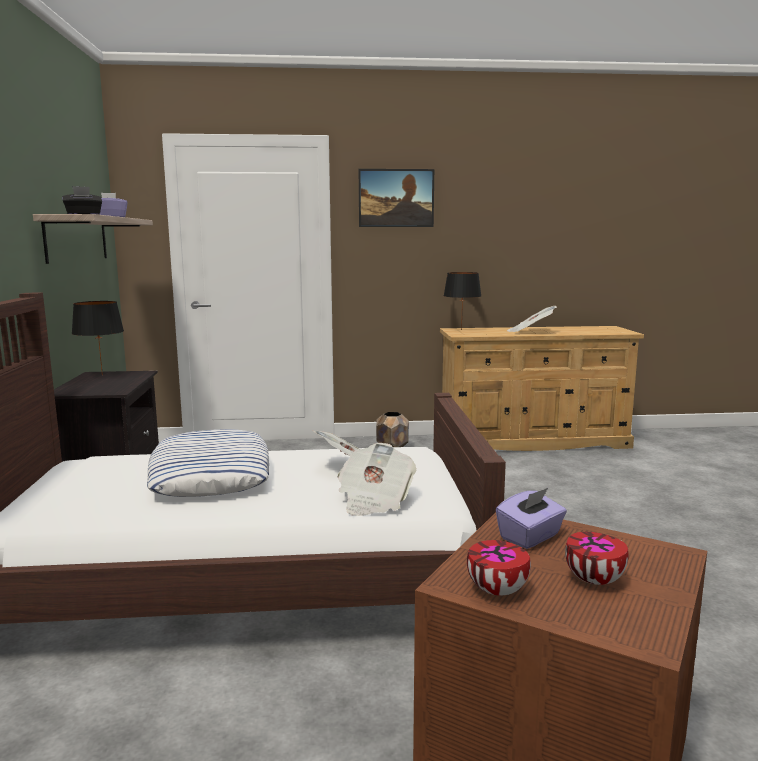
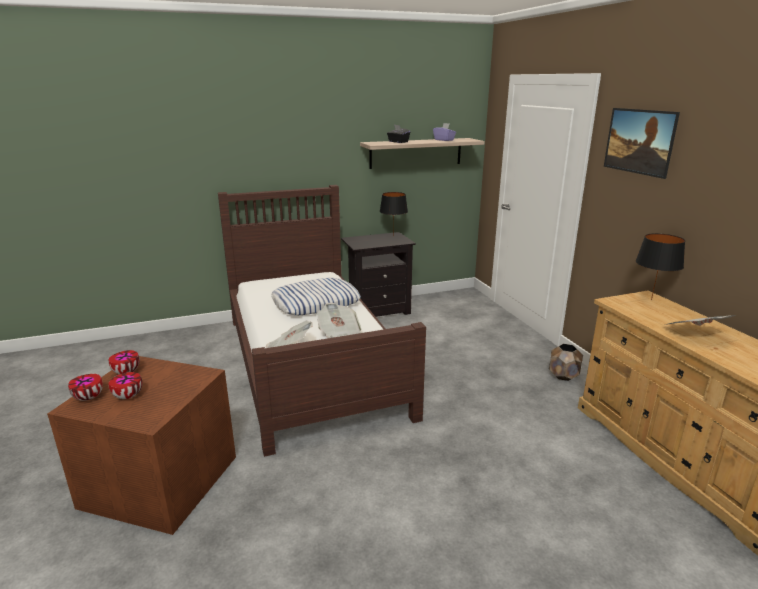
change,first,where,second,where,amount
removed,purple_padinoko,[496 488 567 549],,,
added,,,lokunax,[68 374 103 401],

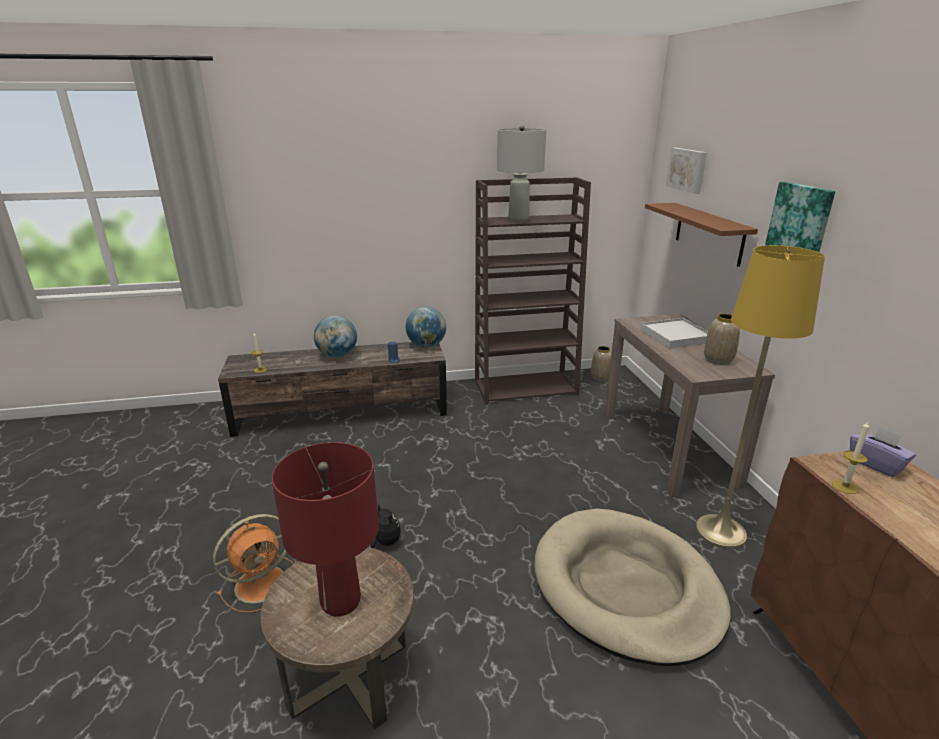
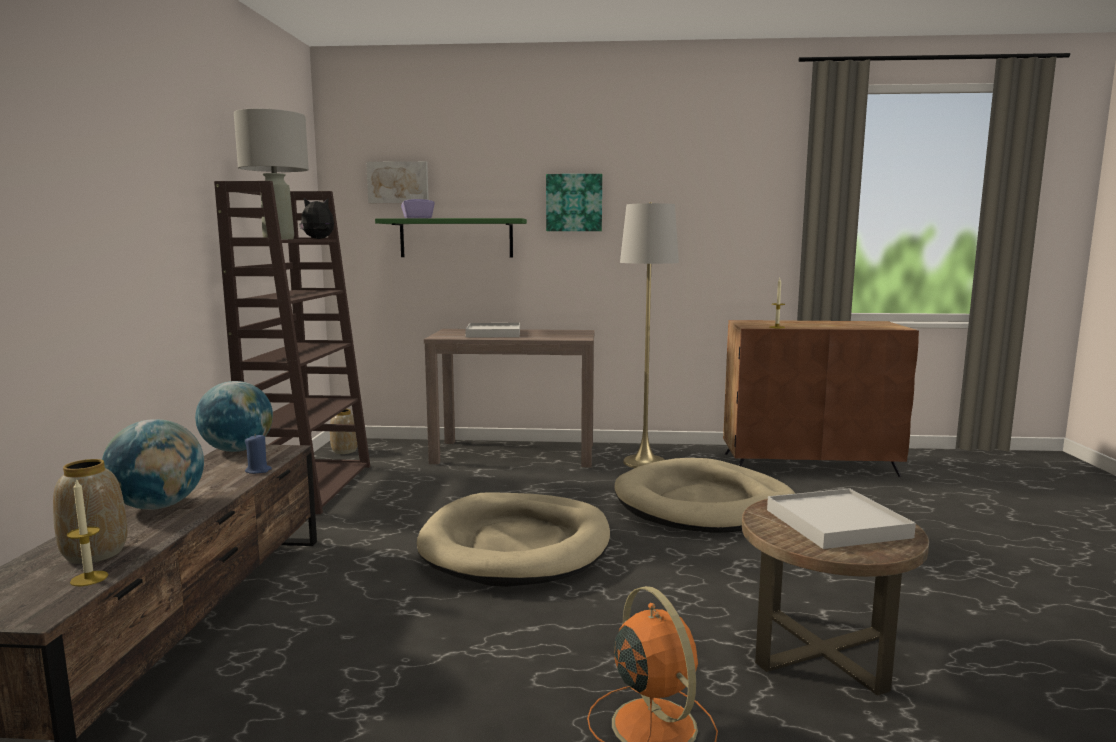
change,first,where,second,where,amount
replaced,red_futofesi,[272 442 379 617],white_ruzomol,[767 488 916 549],
moved,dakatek,[371 504 401 548],,[299 198 334 239],
recoloured,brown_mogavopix,[645 203 758 267],green_mogavopix,[375 218 527 257],
recoloured,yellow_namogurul,[695 245 825 549],grey_namogurul,[620 202 679 468],
moved,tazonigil,[704 313 740 365],,[53 459 127 564],
moved,purple_padinoko,[850 426 916 477],,[401 194 435 218],
added,,,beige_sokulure,[417 493 610 587],

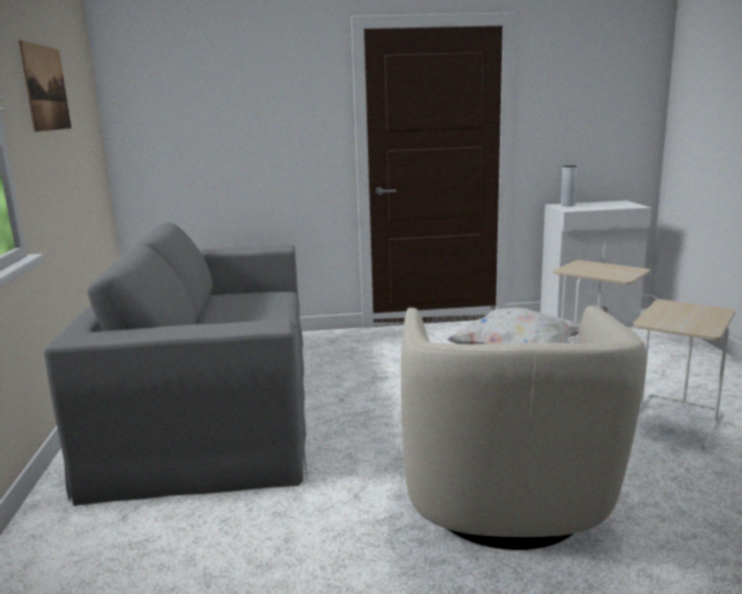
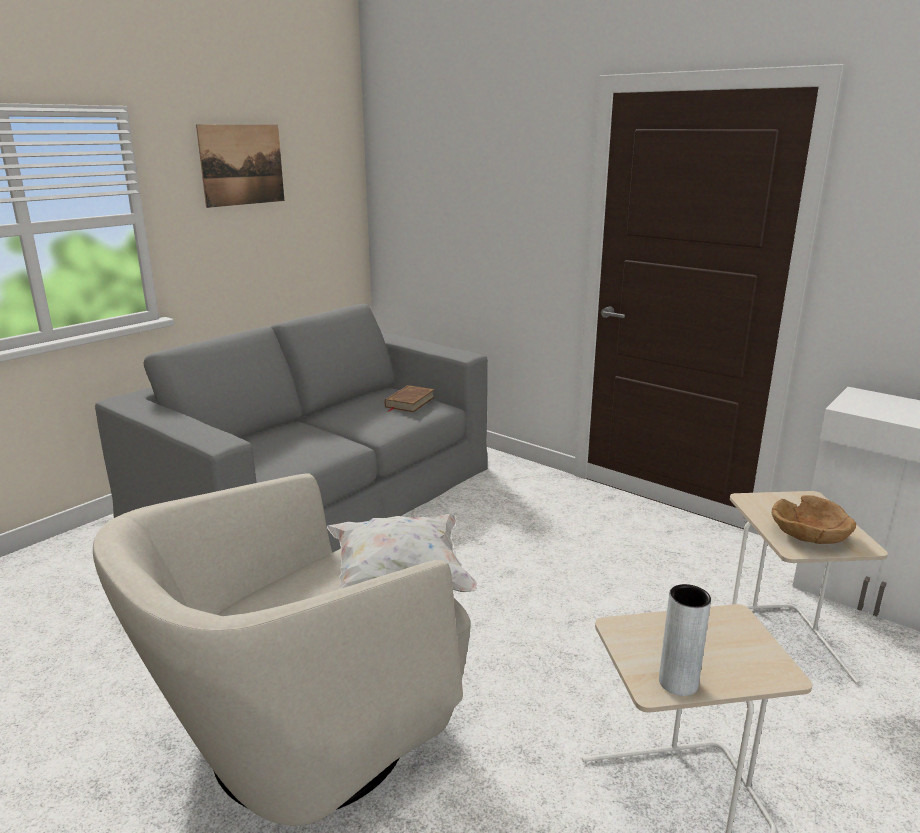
change,first,where,second,where,amount
moved,grey_tazonigil,[561 166 577 206],,[659 584 711 696],
added,,,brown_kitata,[385 385 435 412],
added,,,brown_lokunax,[771 495 856 544],

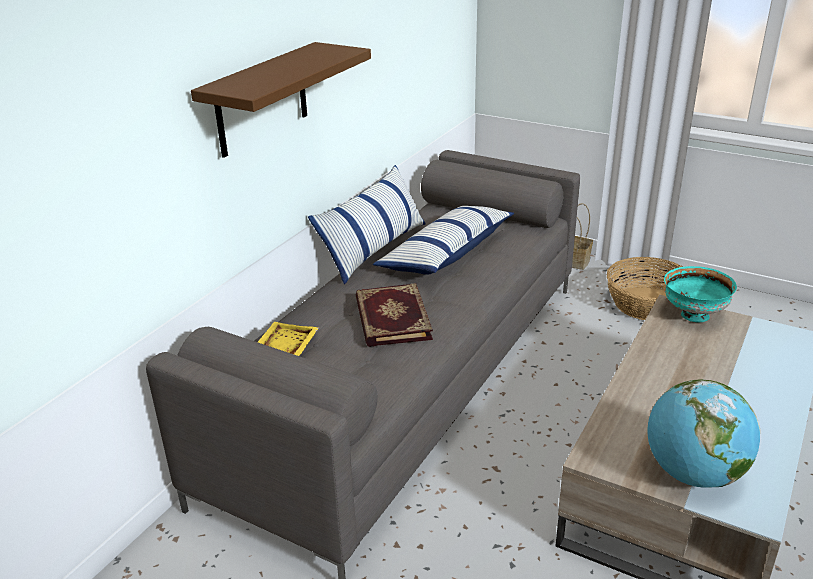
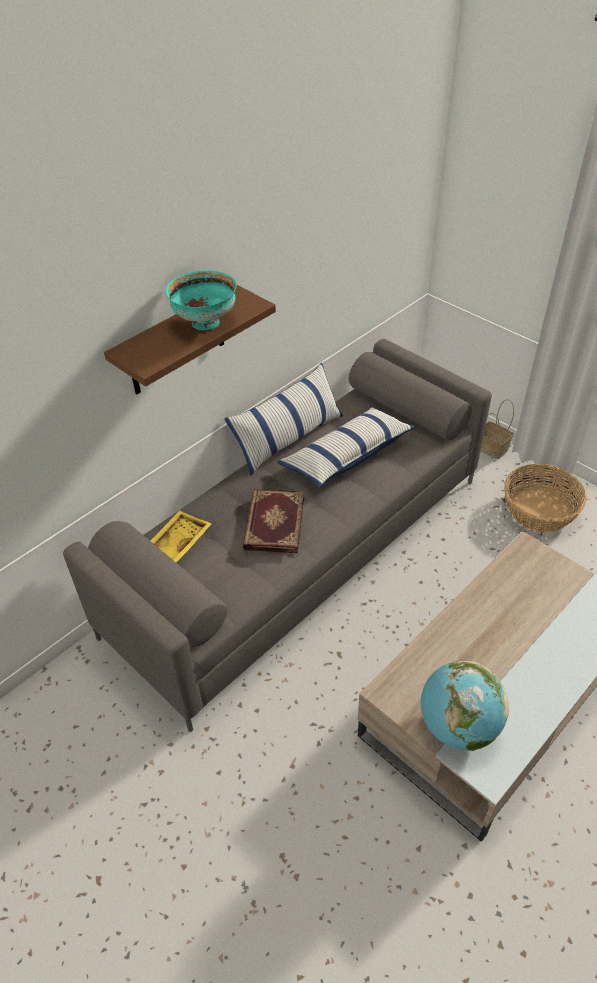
change,first,where,second,where,amount
moved,turquoise_lokunax,[664 266 737 322],,[166 270 237 330],

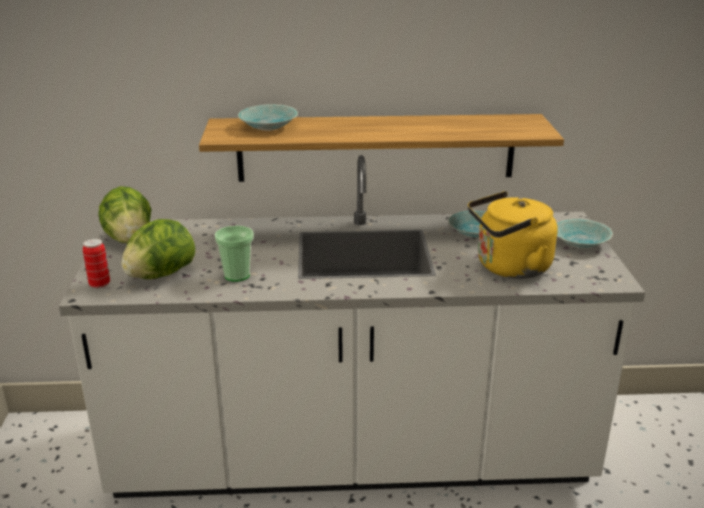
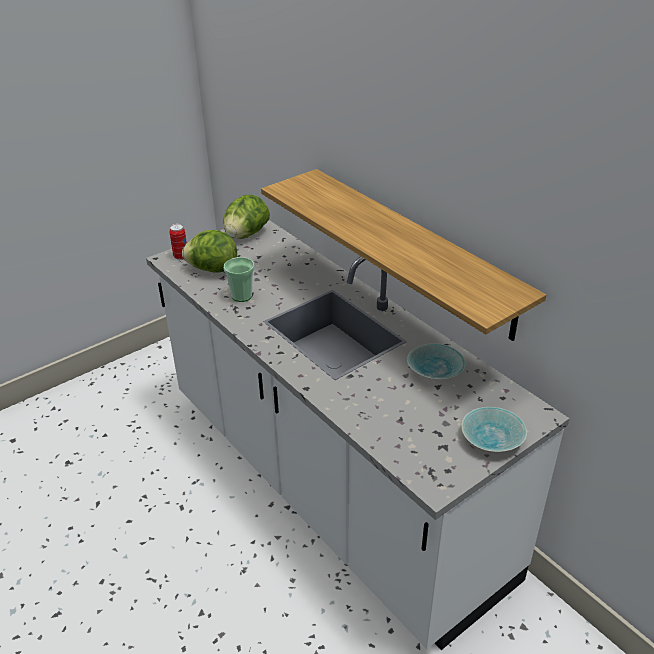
change,first,where,second,where,amount
removed,turquoise_lokunax,[238 104 298 131],,,
removed,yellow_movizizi,[468 191 558 279],,,

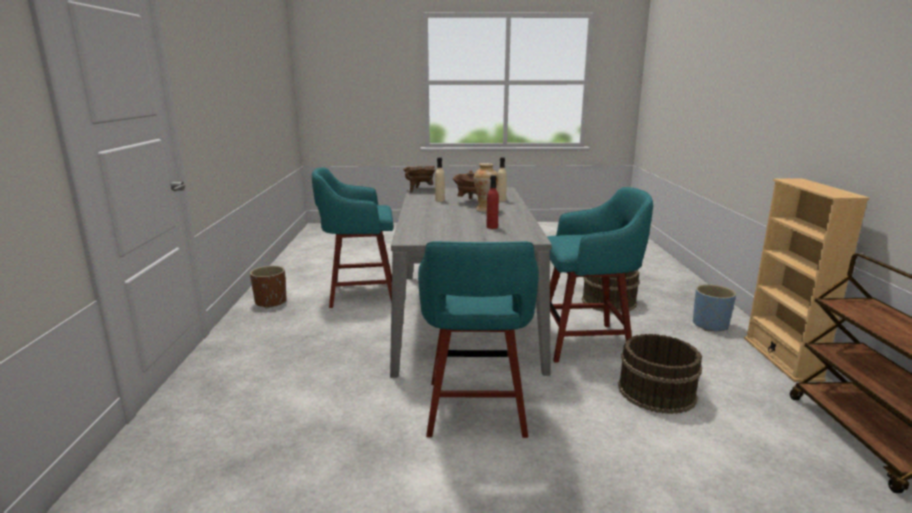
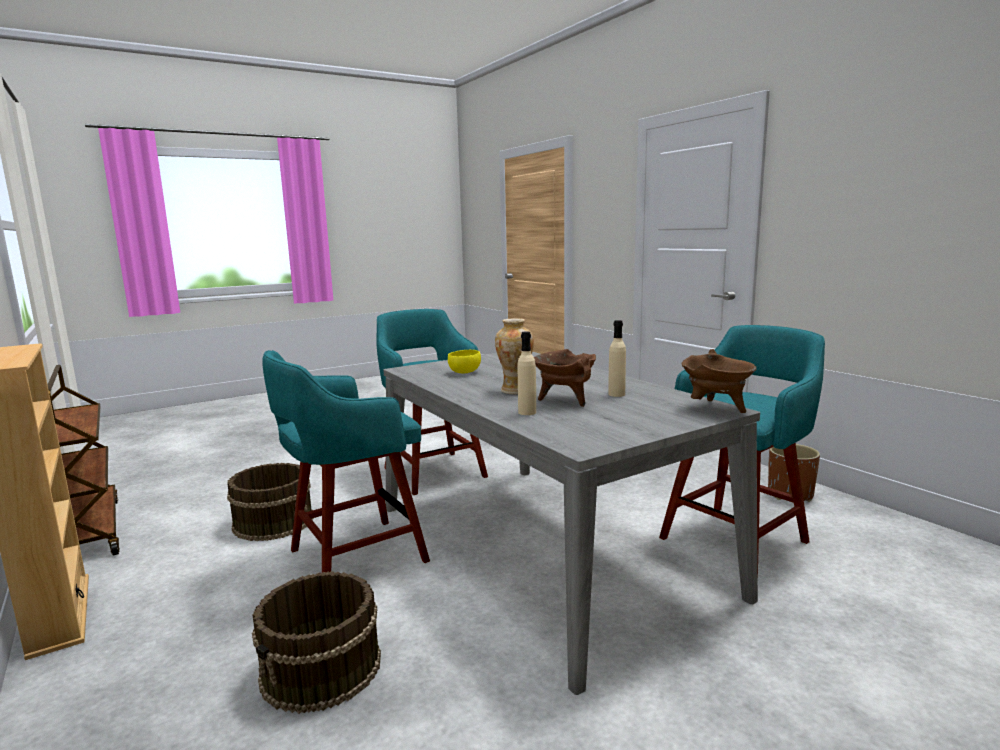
change,first,where,second,where,amount
replaced,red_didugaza,[487 175 499 229],yellow_lokunax,[448 350 481 373],
removed,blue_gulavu,[693 284 736 331],,,

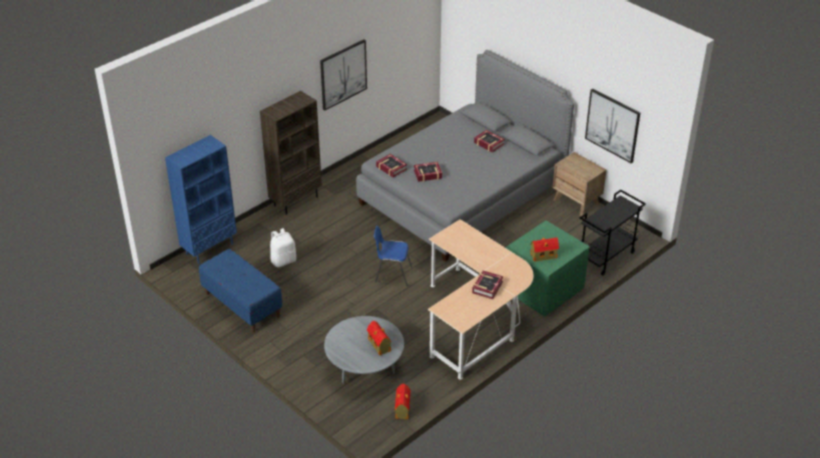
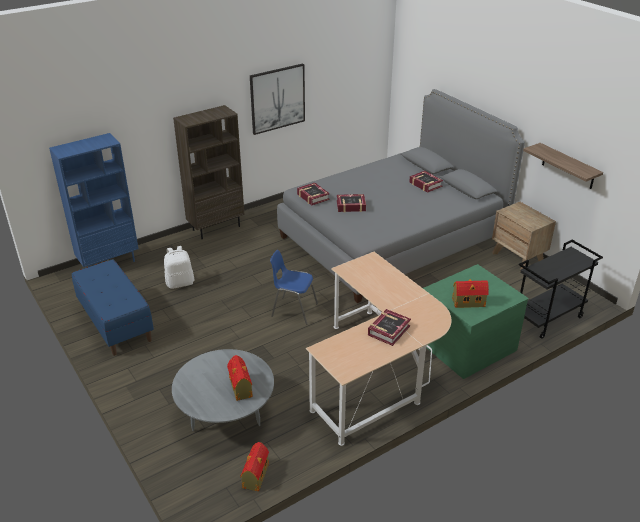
change,first,where,second,where,amount
replaced,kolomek,[585 88 640 163],mogavopix,[523 143 603 189],

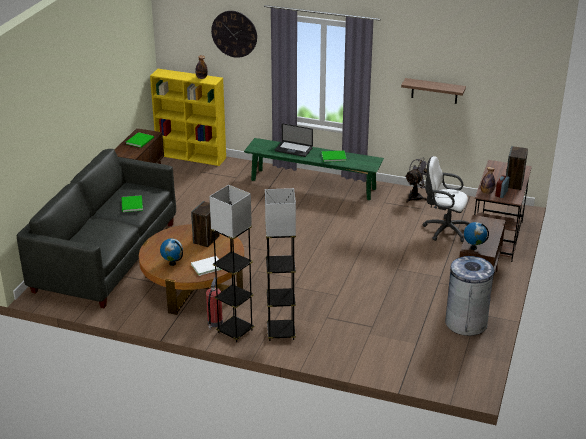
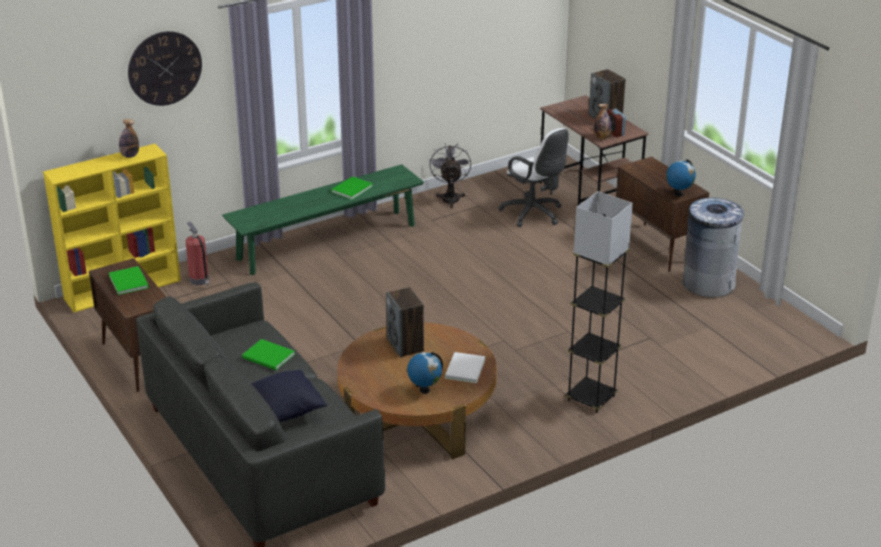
change,first,where,second,where,amount
moved,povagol,[206 277 223 330],,[186 222 209 286],
removed,grey_namogurul,[209 185 254 342],,,
removed,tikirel,[275 123 313 157],,,
removed,mogavopix,[401 78 466 104],,,
turned,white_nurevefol,[423 156 470 242],,[498 128 569 227],105 degrees counterclockwise
added,,,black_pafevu,[251 369 327 422],

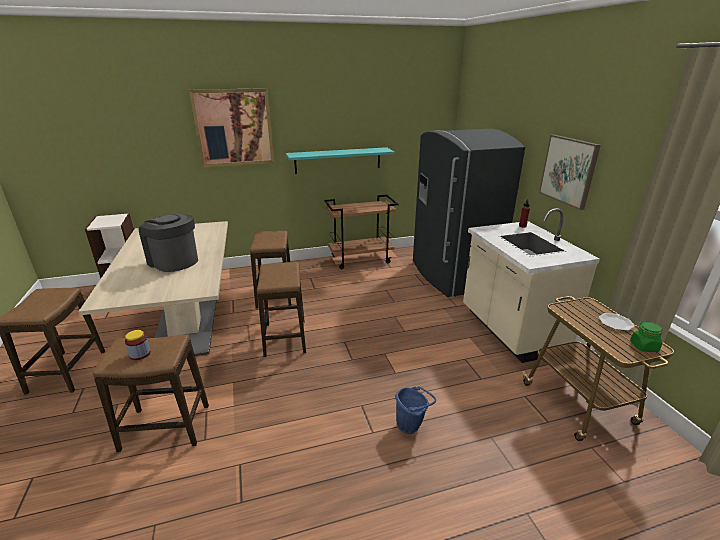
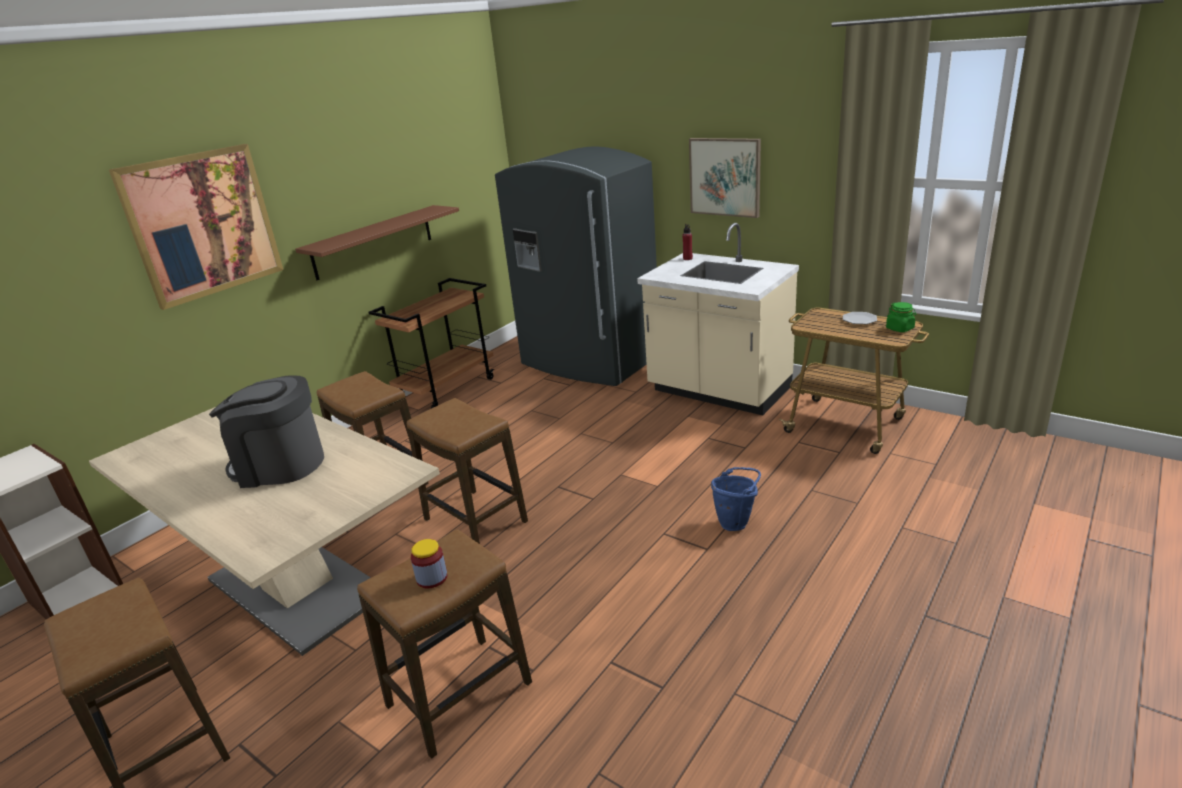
change,first,where,second,where,amount
recoloured,turquoise_mogavopix,[286 147 395 174],brown_mogavopix,[295 205 459 280],

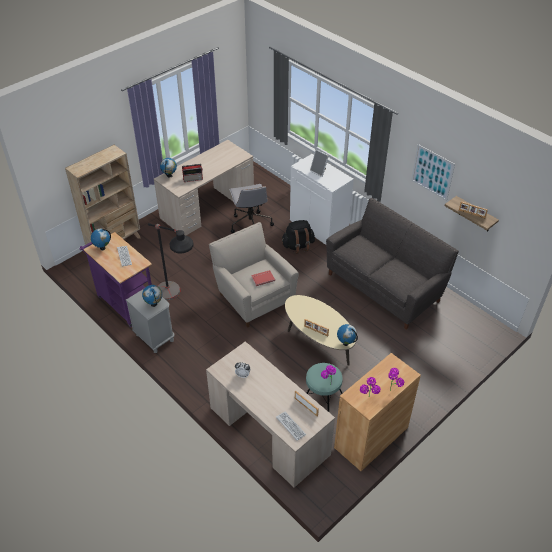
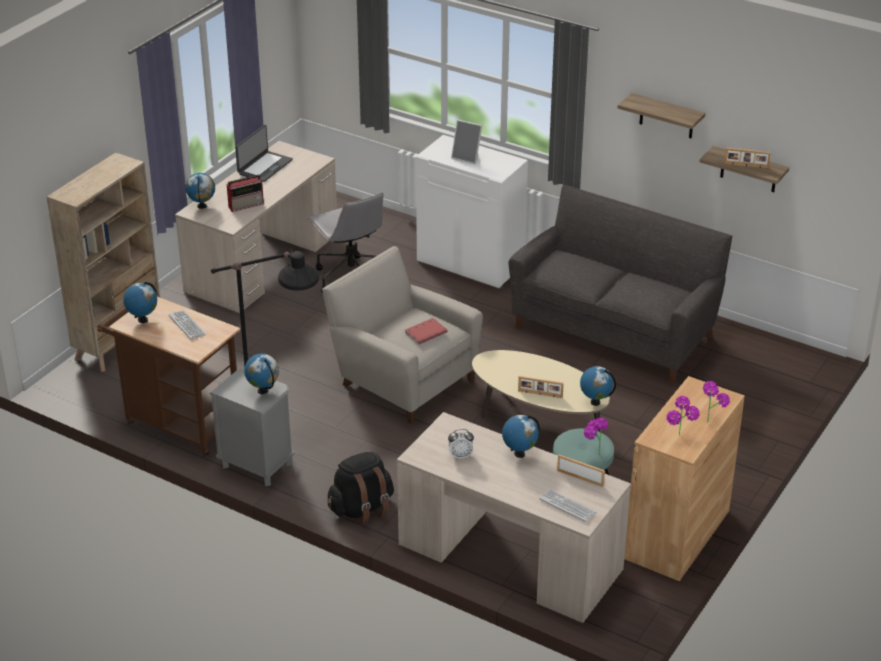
change,first,where,second,where,amount
recoloured,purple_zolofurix,[79 232 152 327],brown_zolofurix,[98 297 240 457],
moved,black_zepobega,[281 220 315 254],,[328 452 394 525],
replaced,kolomek,[411 144 455 201],mogavopix,[618 93 706 138],
added,,,tikirel,[236 125 293 182],
added,,,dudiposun,[502 415 540 458],

